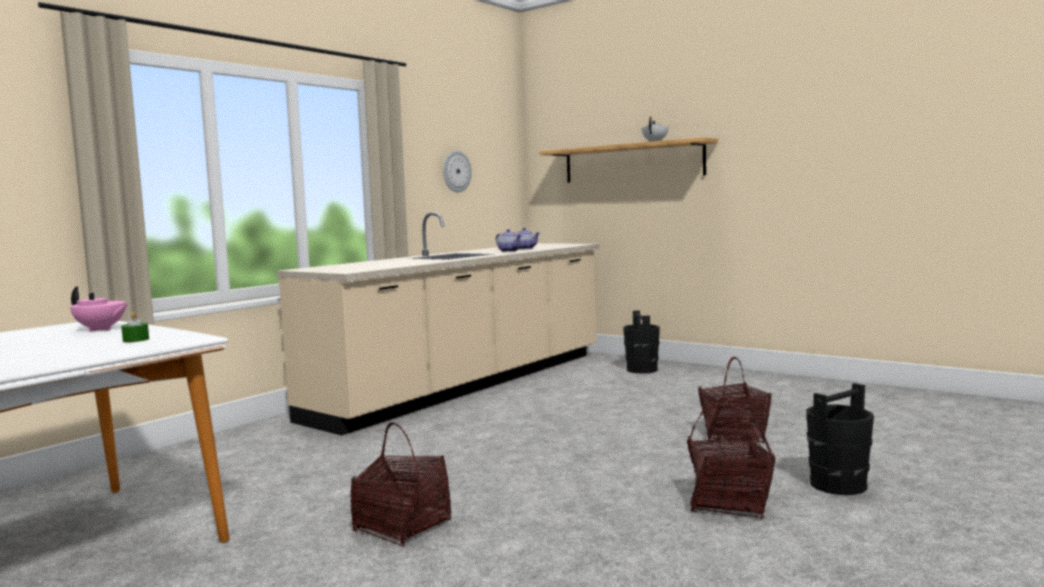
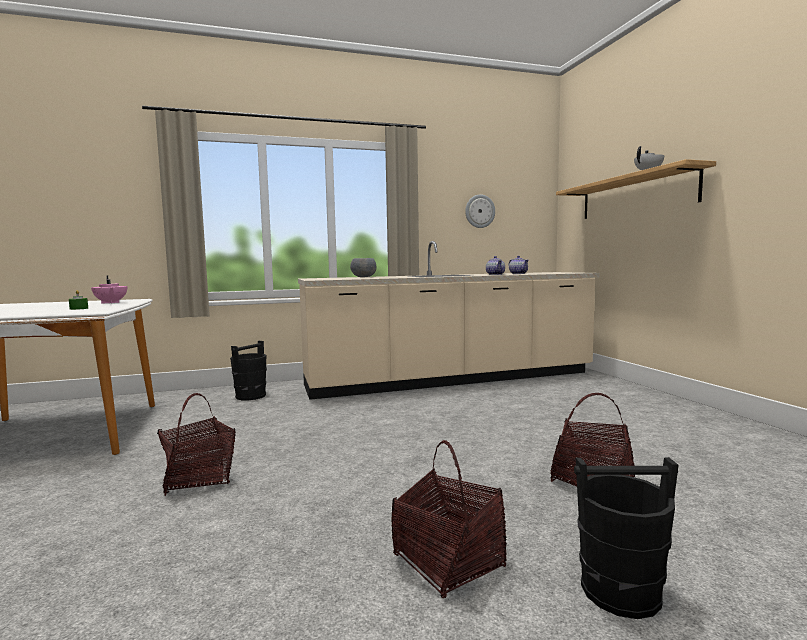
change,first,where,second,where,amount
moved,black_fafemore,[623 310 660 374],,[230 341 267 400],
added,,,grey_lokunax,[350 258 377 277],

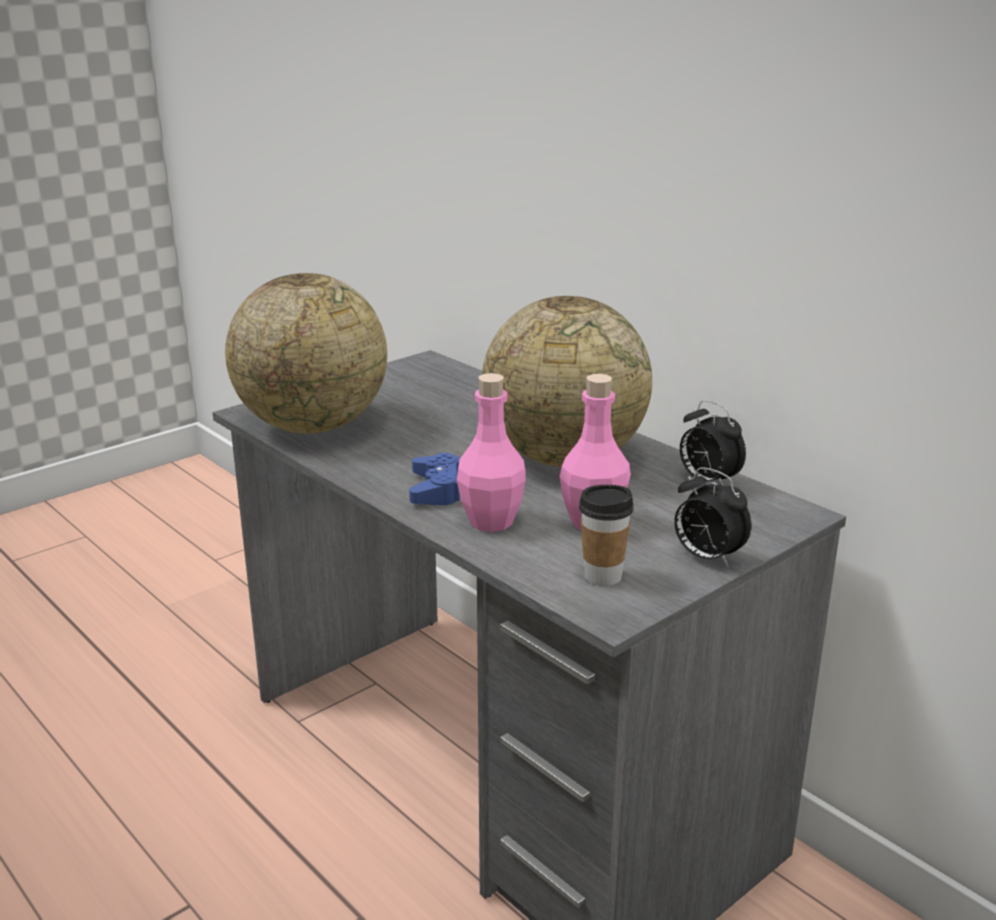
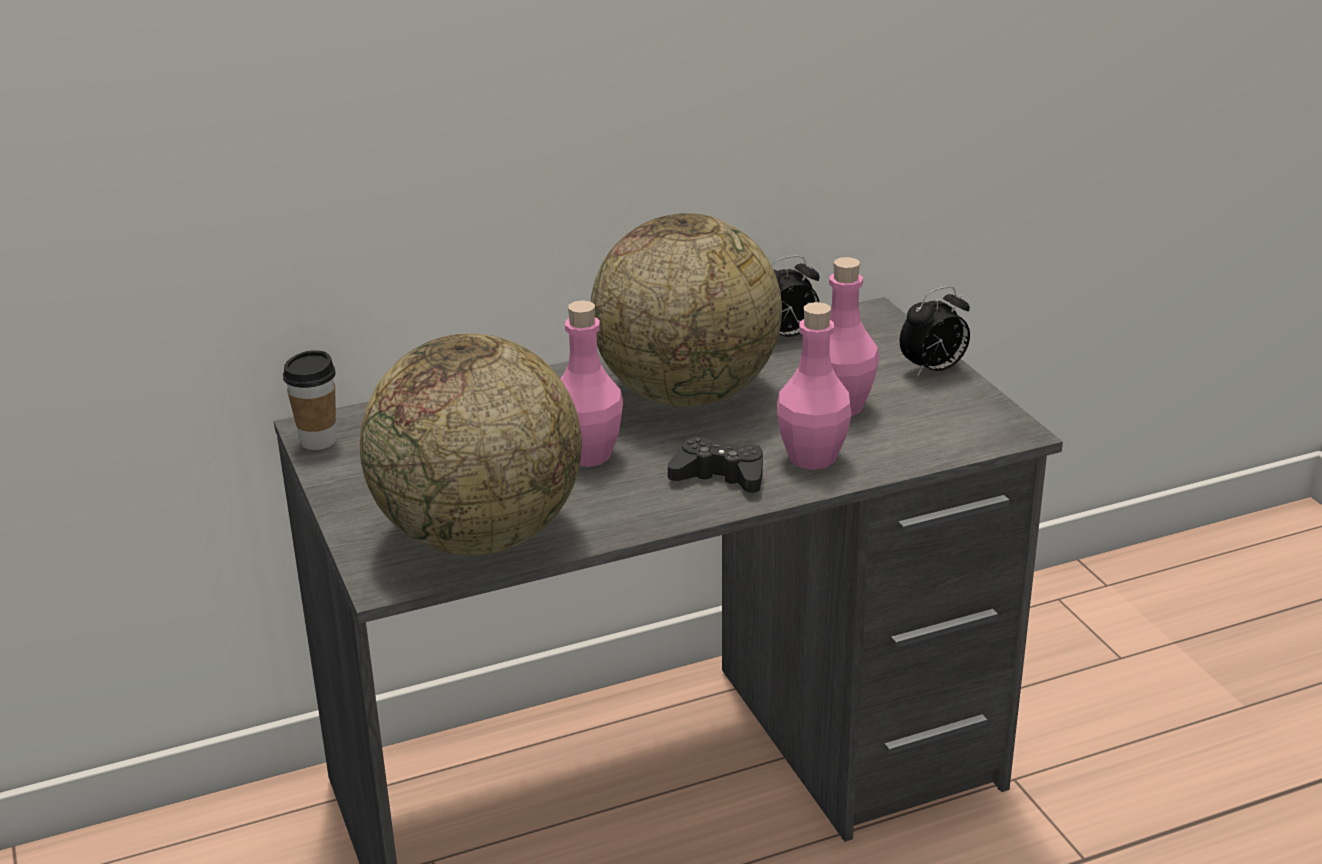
change,first,where,second,where,amount
recoloured,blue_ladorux,[409 453 461 505],black_ladorux,[668 436 763 493],
moved,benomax,[579 485 634 586],,[283 350 336 450],
added,,,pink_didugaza,[560 300 623 467],

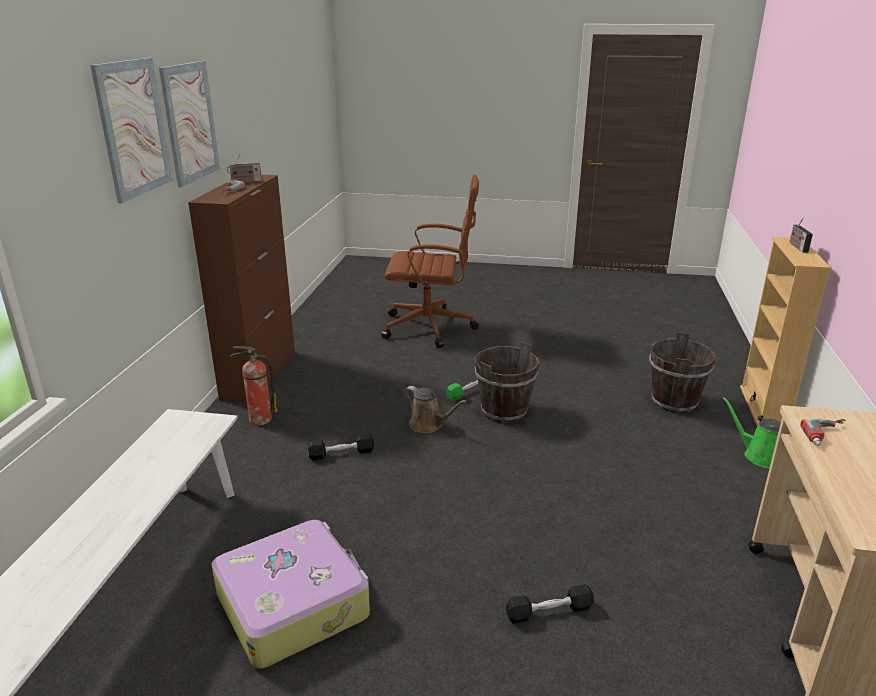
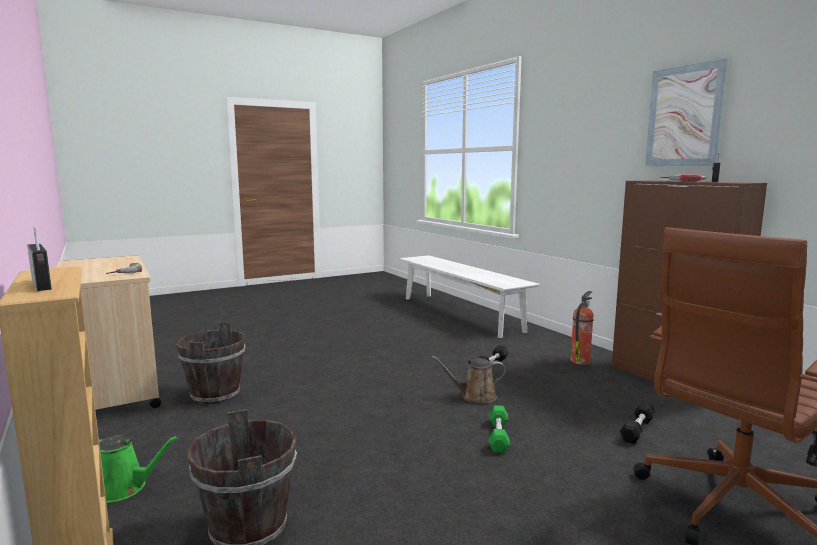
change,first,where,second,where,amount
removed,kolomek,[90 58 172 203],,,
removed,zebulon,[211 520 370 668],,,
moved,brown_fafemore,[474 342 539 422],,[176 323 245 405],
moved,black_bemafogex,[506 584 594 624],,[620 402 656 444],

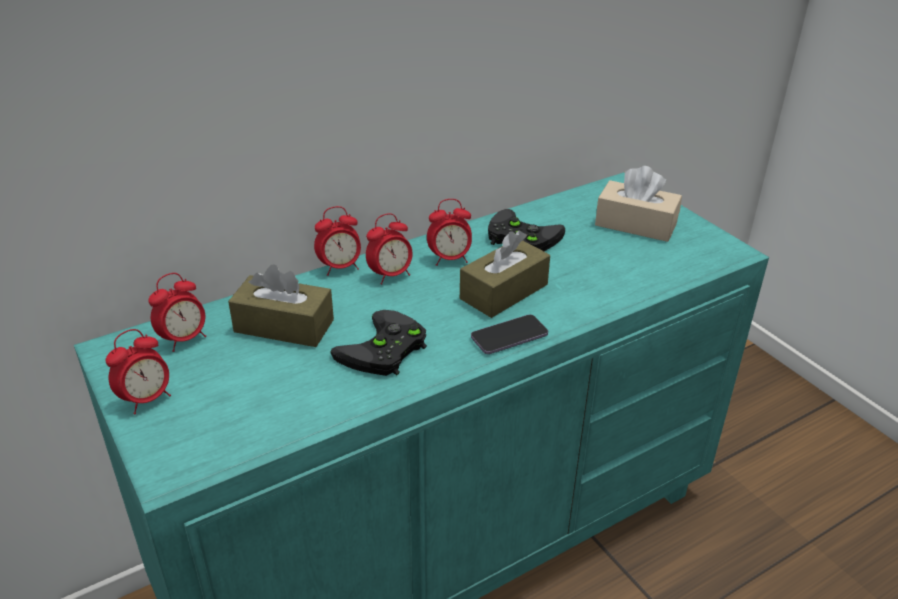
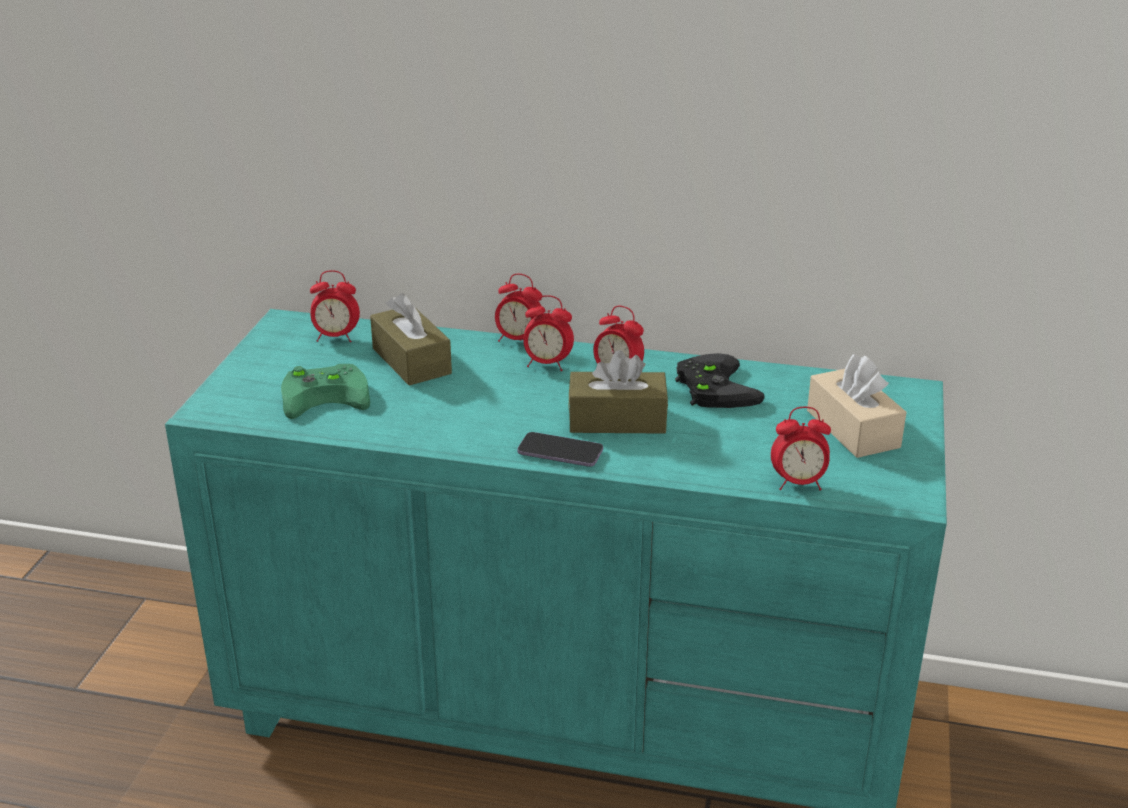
change,first,where,second,where,amount
moved,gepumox,[106 329 171 415],,[771 407 831 490],
removed,black_ladorux,[330 310 427 376],,,
added,,,green_ladorux,[281 364 370 419],

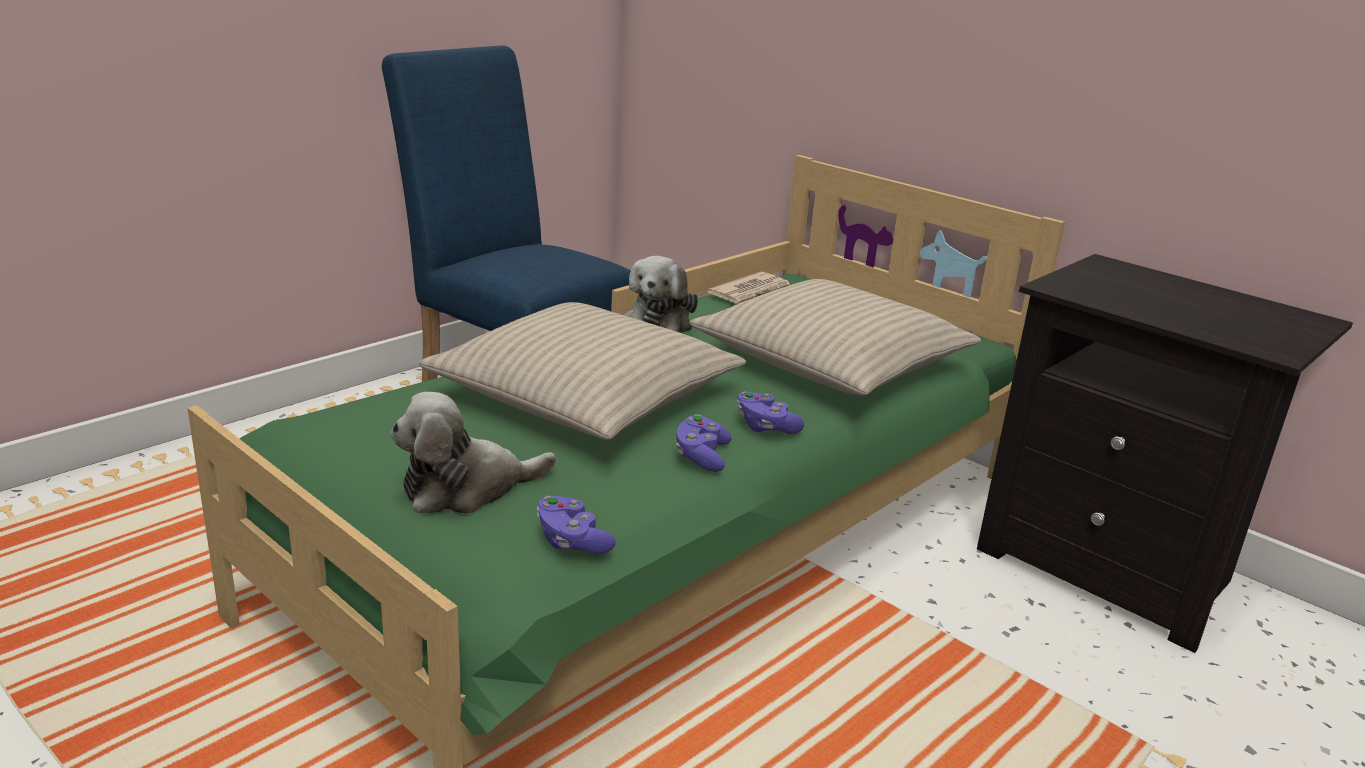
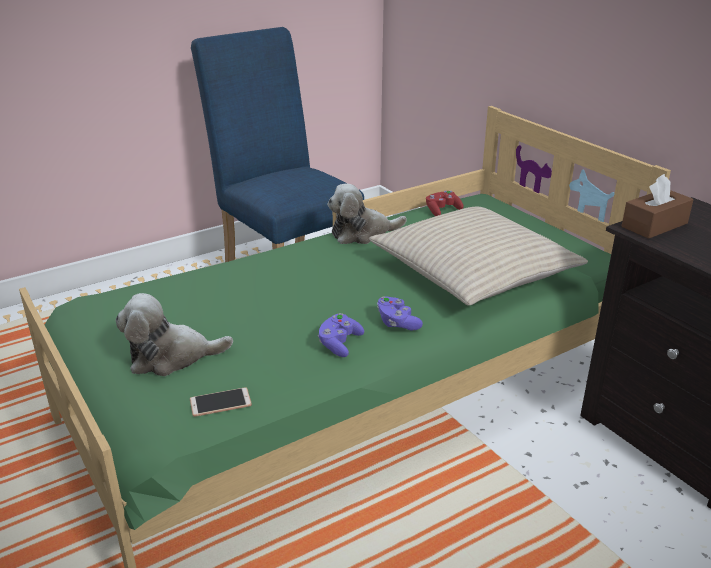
change,first,where,second,where,amount
removed,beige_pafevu,[418 302 746 440],,,
replaced,purple_ladorux,[536 496 616 554],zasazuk,[190 387 252 417],
turned,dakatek,[624 256 698 333],,[327 184 407 244],45 degrees clockwise
replaced,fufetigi,[707 272 790 304],red_ladorux,[426 191 464 216],
added,,,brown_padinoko,[622 174 694 239],

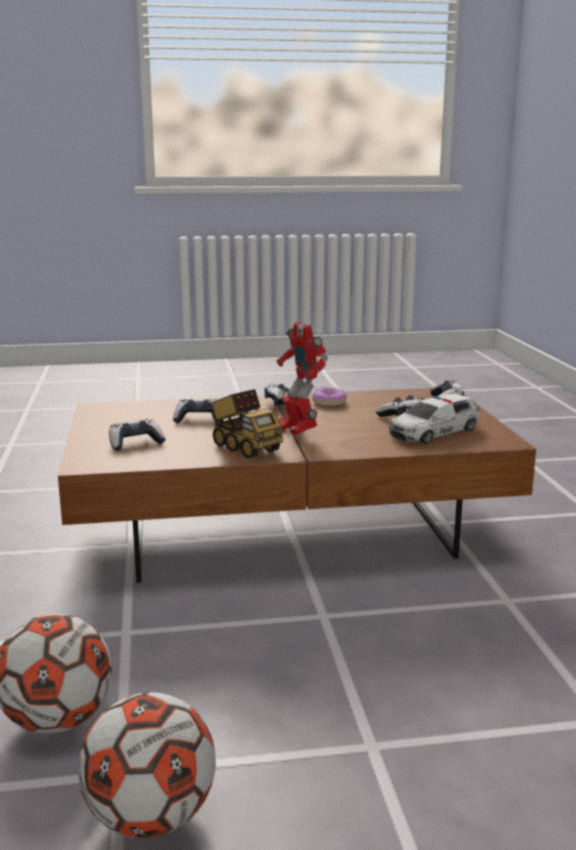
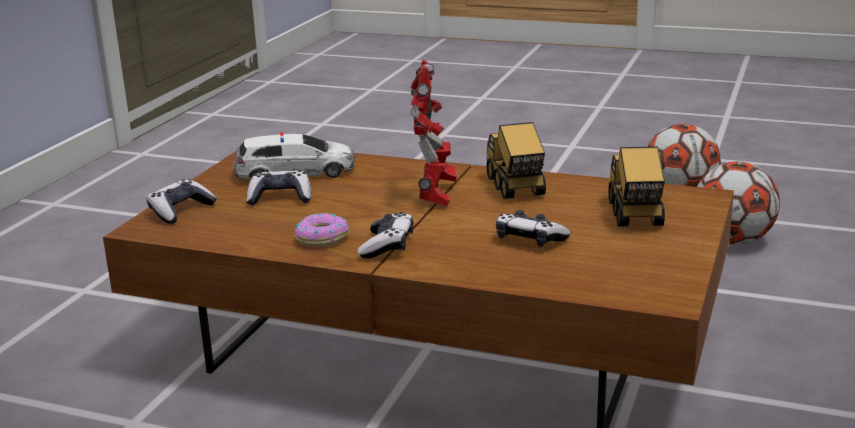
change,first,where,second,where,amount
replaced,ladorux,[109 419 166 451],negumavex,[608 146 665 226],

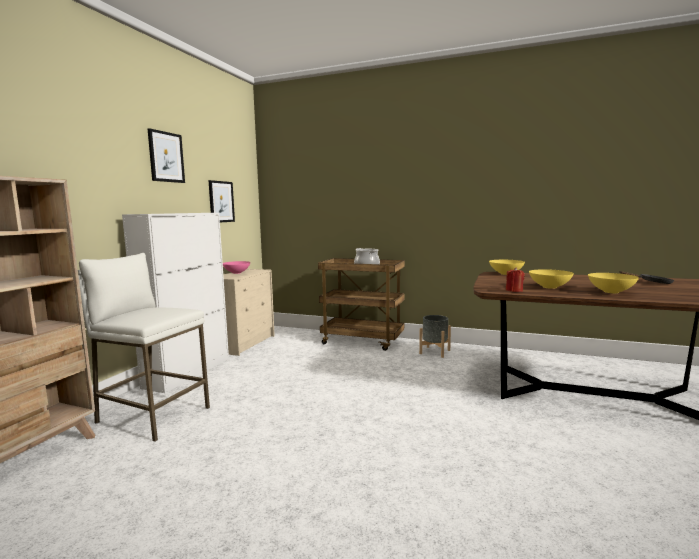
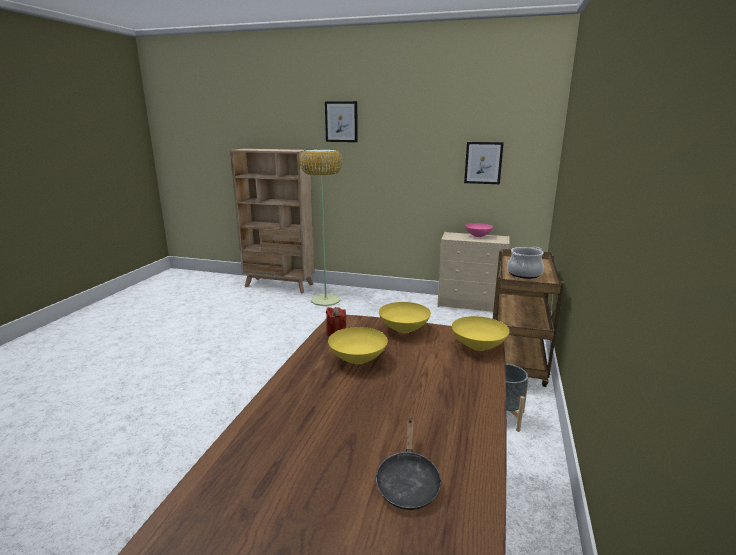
change,first,where,second,where,amount
replaced,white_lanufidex,[78 253 210 442],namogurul,[299 149 343 306],
removed,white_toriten,[122 213 229 393],,,
moved,kolomek,[148 128 185 183],,[325 101 358 142],
moved,yellow_lokunax,[588 273 639 293],,[379 302 431 333],

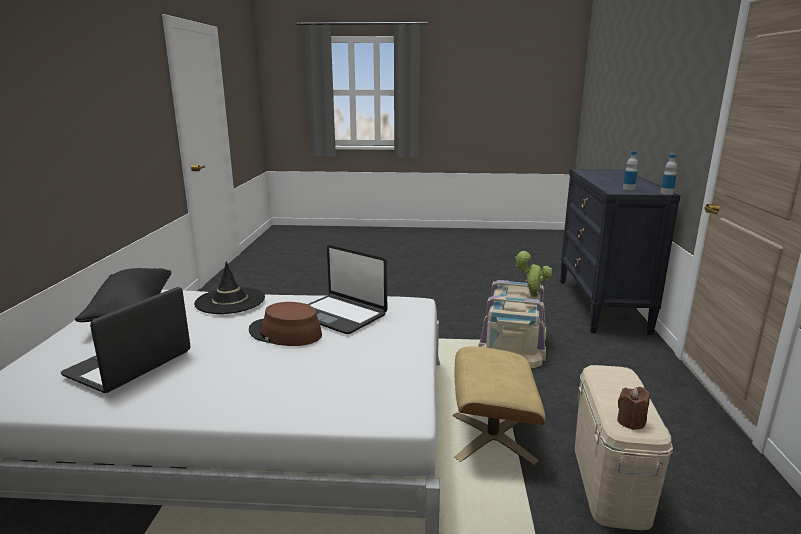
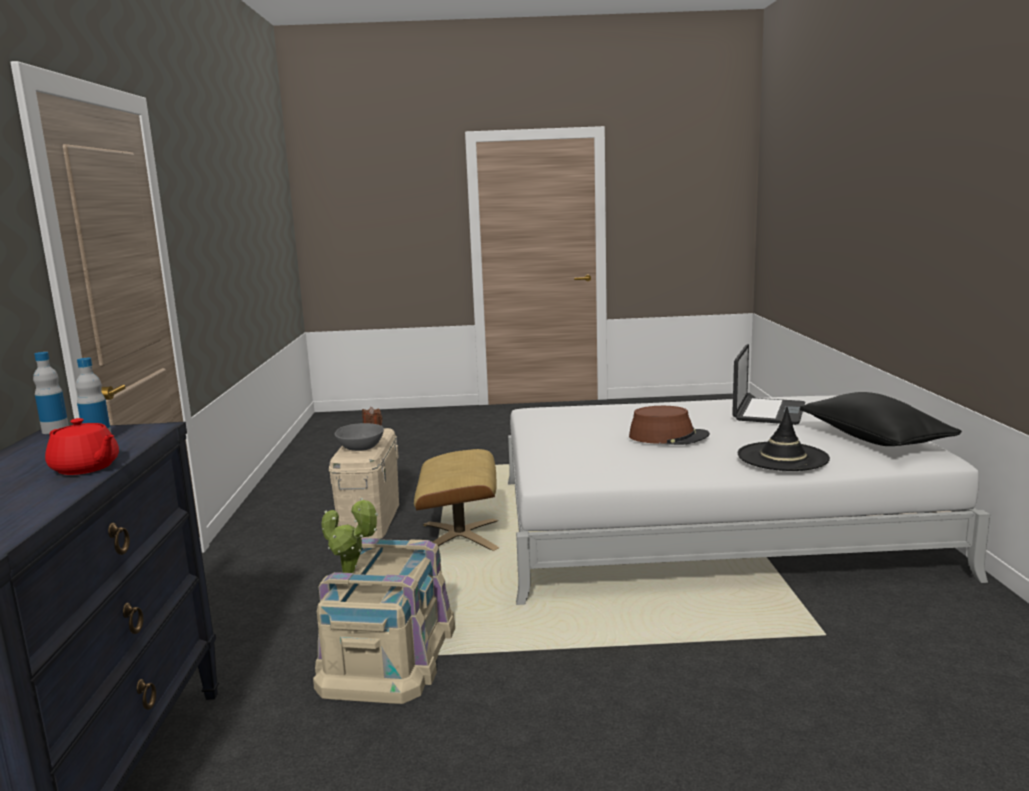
change,first,where,second,where,amount
removed,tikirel,[307 245 387 334],,,
added,,,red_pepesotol,[45 418 119 475],
added,,,grey_lokunax,[334 423 384 451],

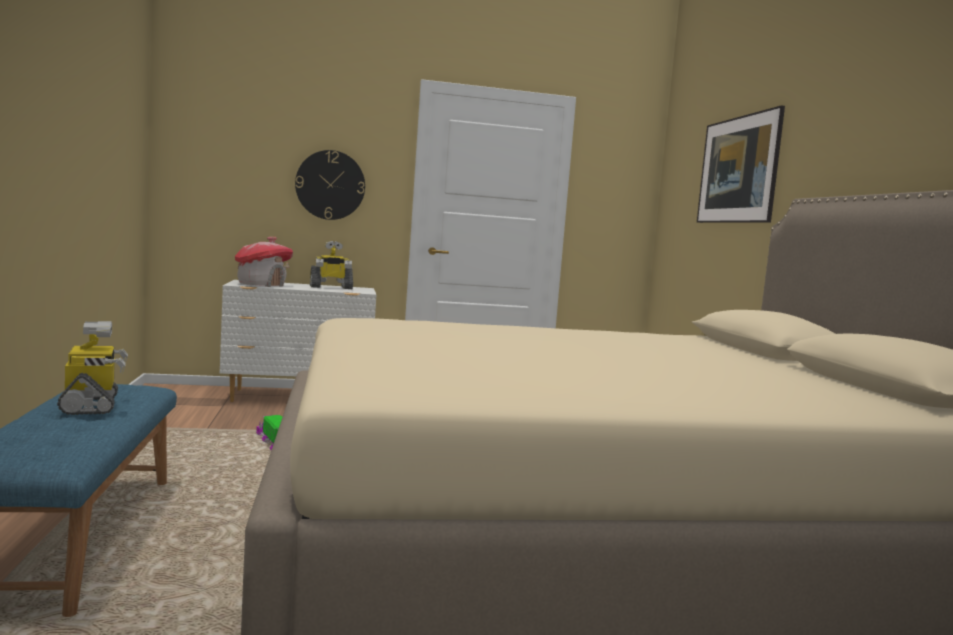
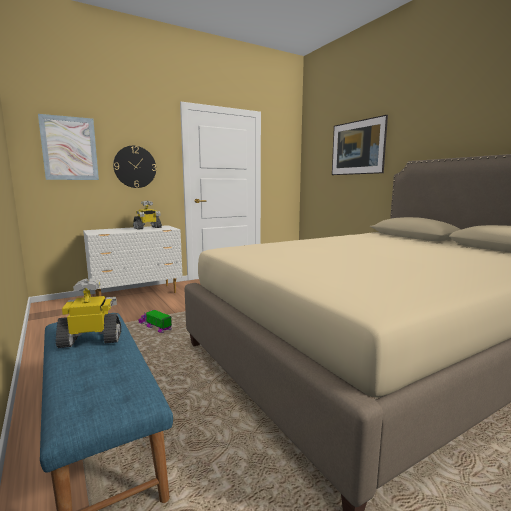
change,first,where,second,where,amount
turned,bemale,[57 321 128 415],,[55 278 121 348],60 degrees counterclockwise
removed,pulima,[235 237 293 287],,,
added,,,kolomek,[38 114 99 180],

